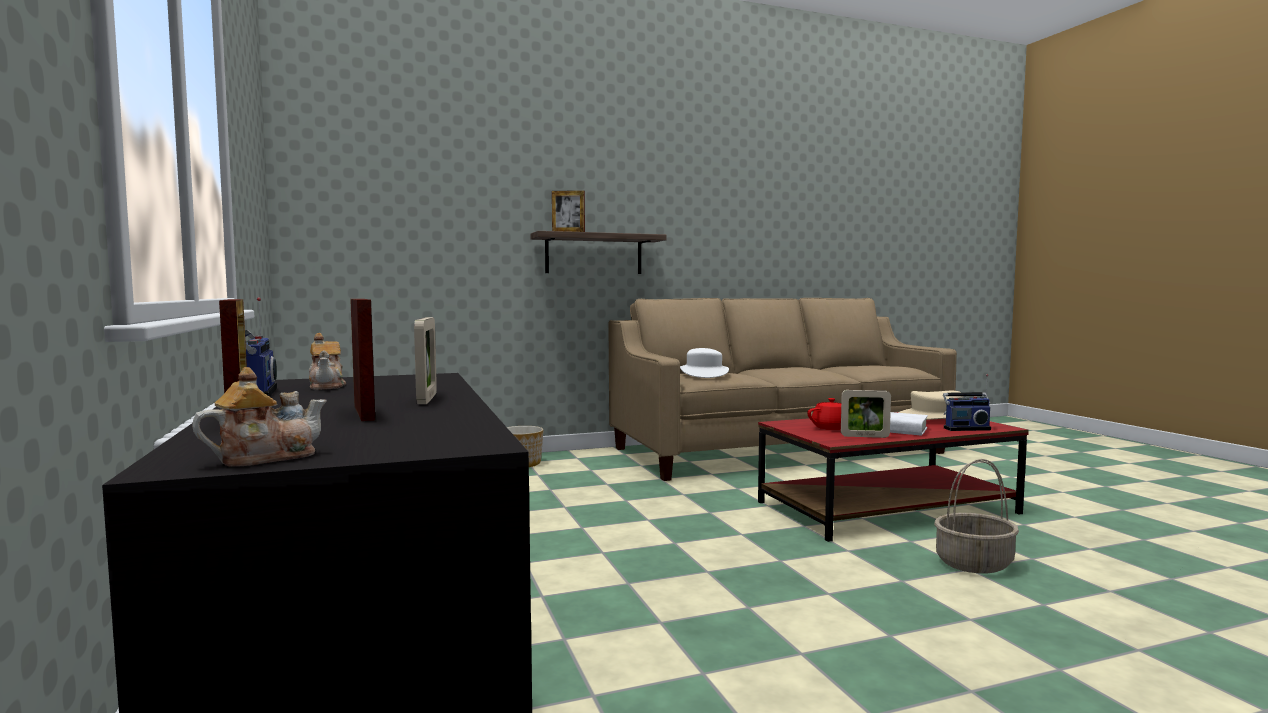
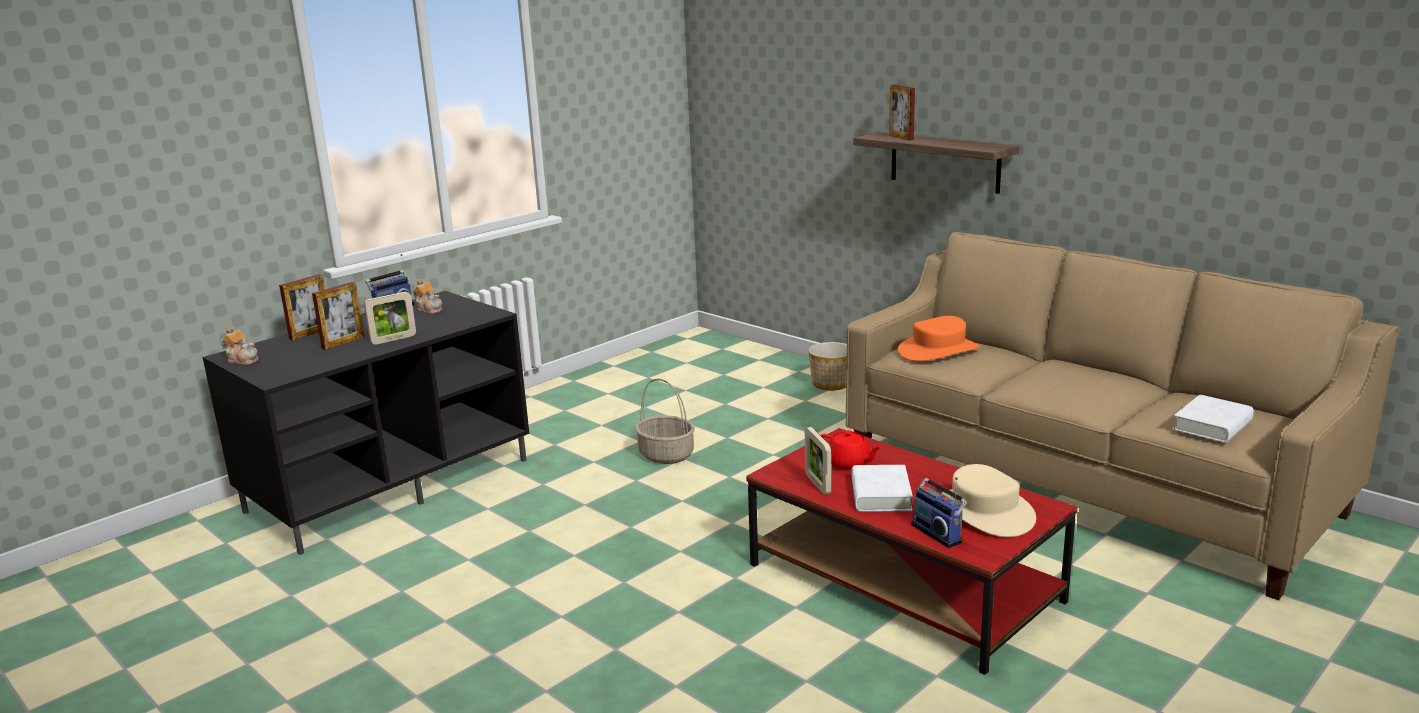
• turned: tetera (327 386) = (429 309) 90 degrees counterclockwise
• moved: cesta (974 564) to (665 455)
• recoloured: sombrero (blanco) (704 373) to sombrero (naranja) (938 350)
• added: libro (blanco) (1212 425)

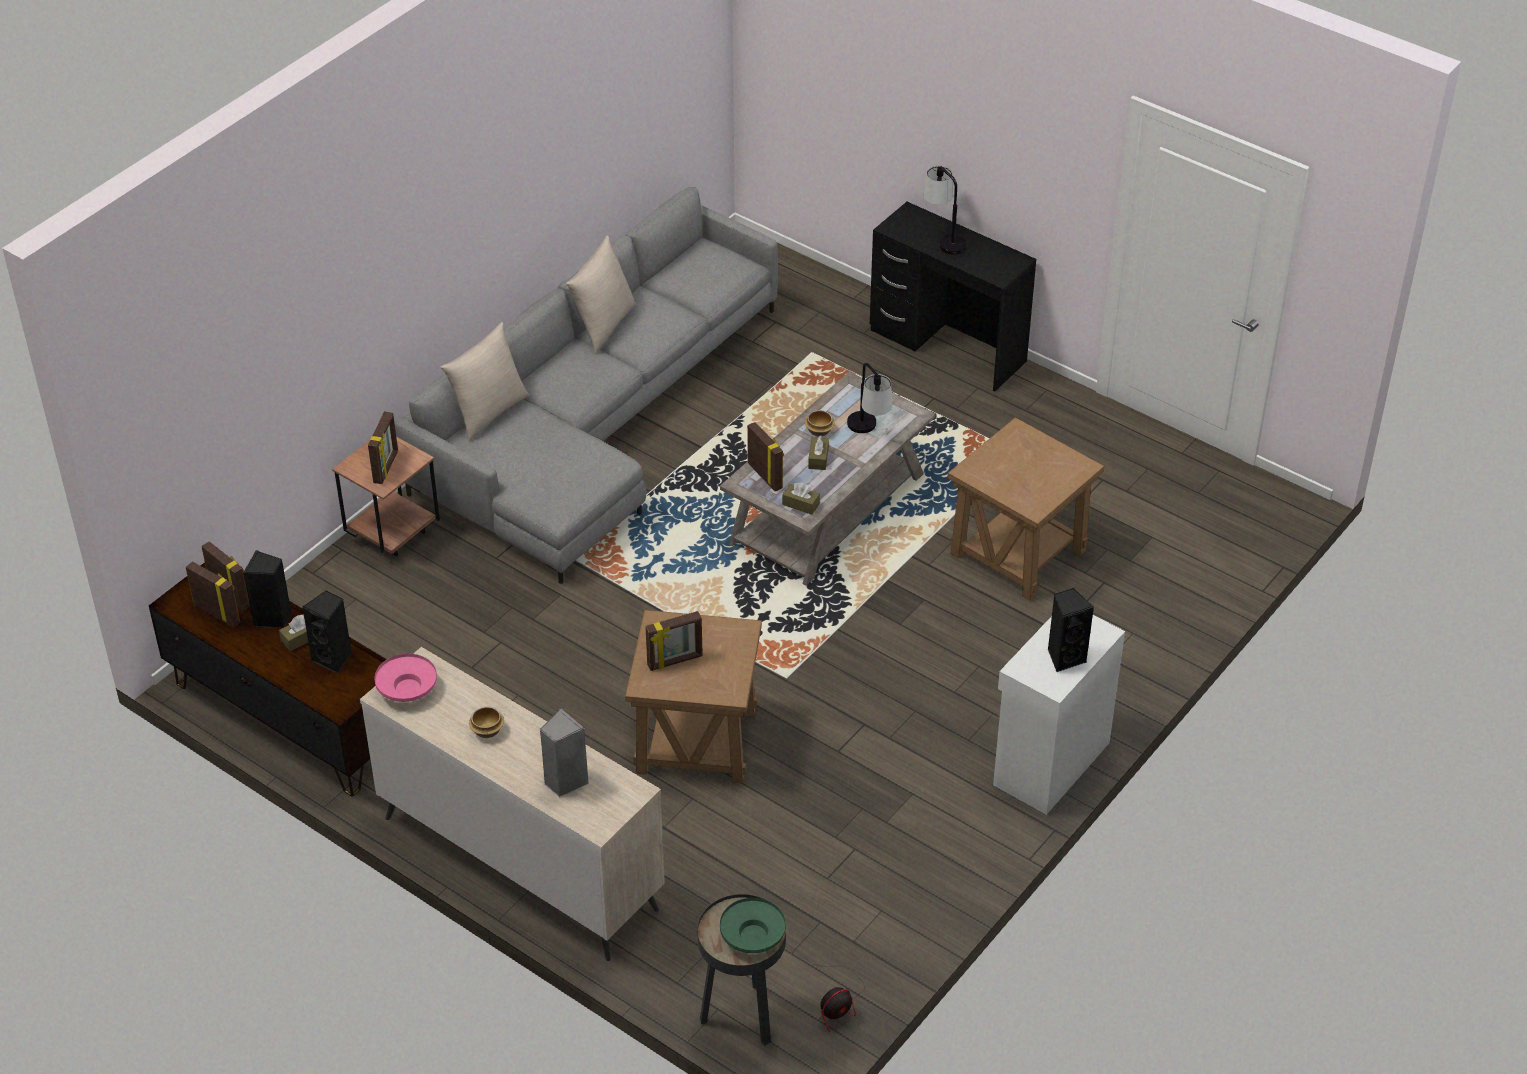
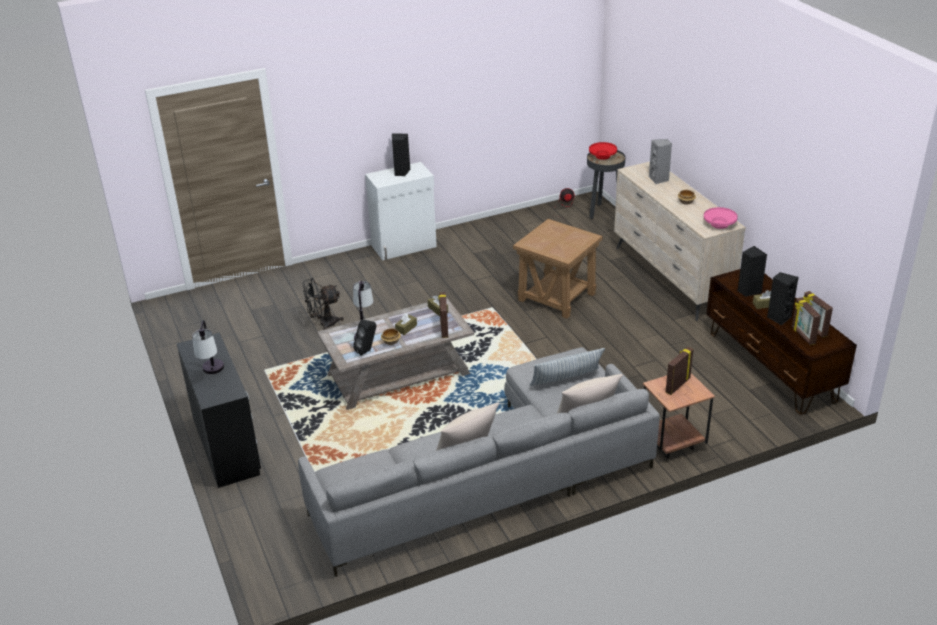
• replaced: mesa auxiliar (marrón) (1017 552) to ventilador (negro) (323 324)
• added: altavoz (negro) (367 351)
• added: cojín (566 380)
• recoloured: cuenco (verde) (752 936) to cuenco (rojo) (602 156)
• removed: portarretratos (675 661)

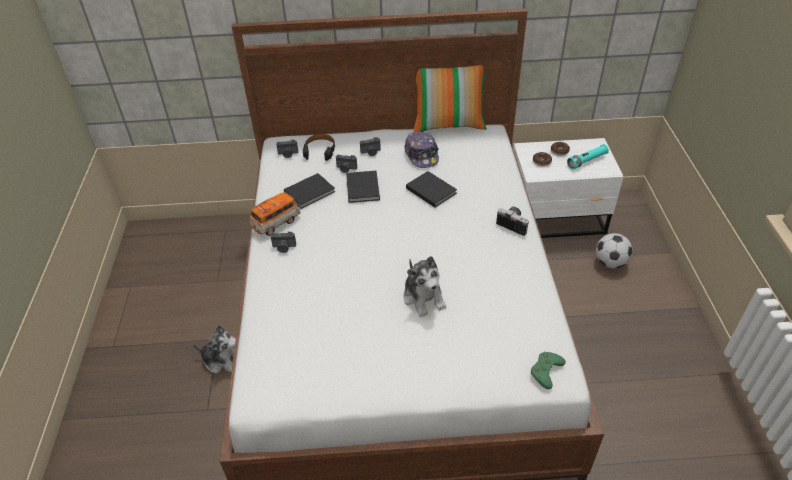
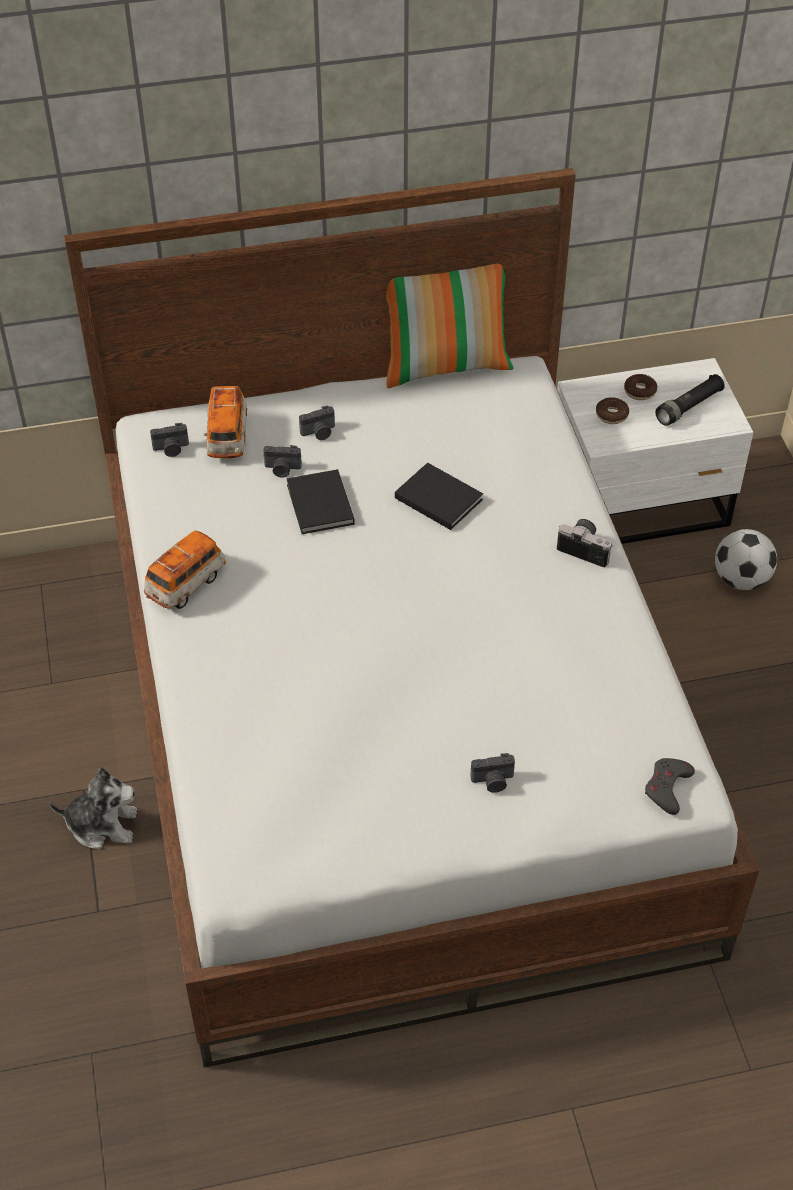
• replaced: auriculares (negro) (320 150) to coche de juguete (227 437)
• moved: cámara (284 247) to (493 781)
• recoloured: mando de consola (verde) (546 371) to mando de consola (gris) (667 788)
• recoloured: linterna (turquesa) (587 161) to linterna (negro) (689 407)
• removed: libro (negro) (311 192)
• removed: peluche (424 297)
• removed: gorra (422 155)

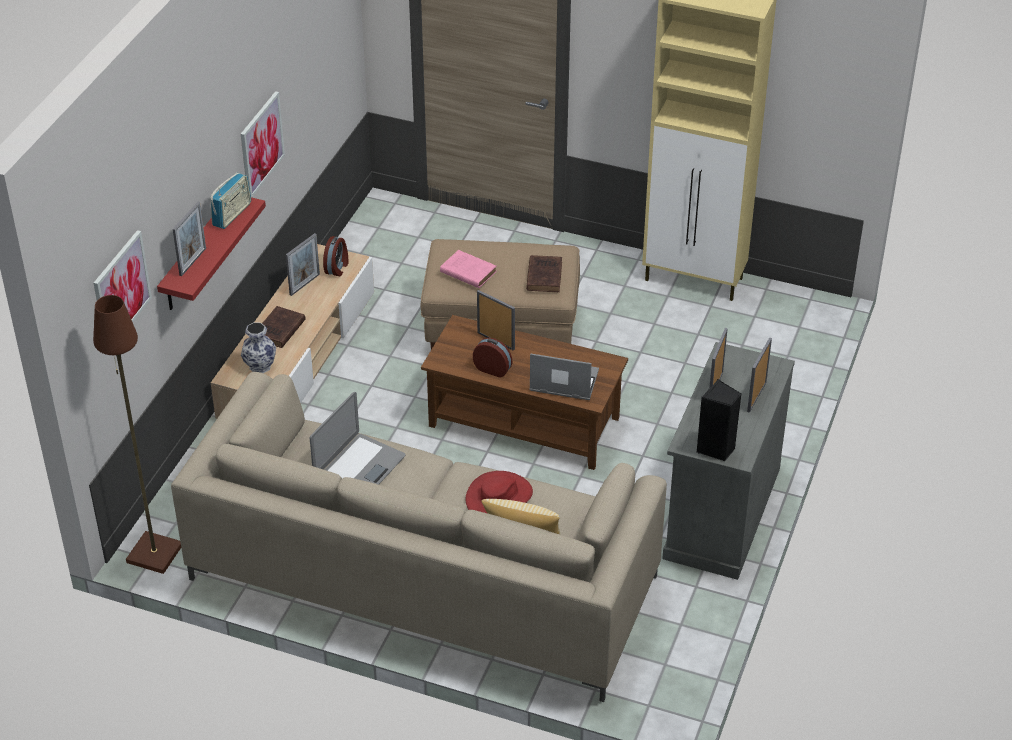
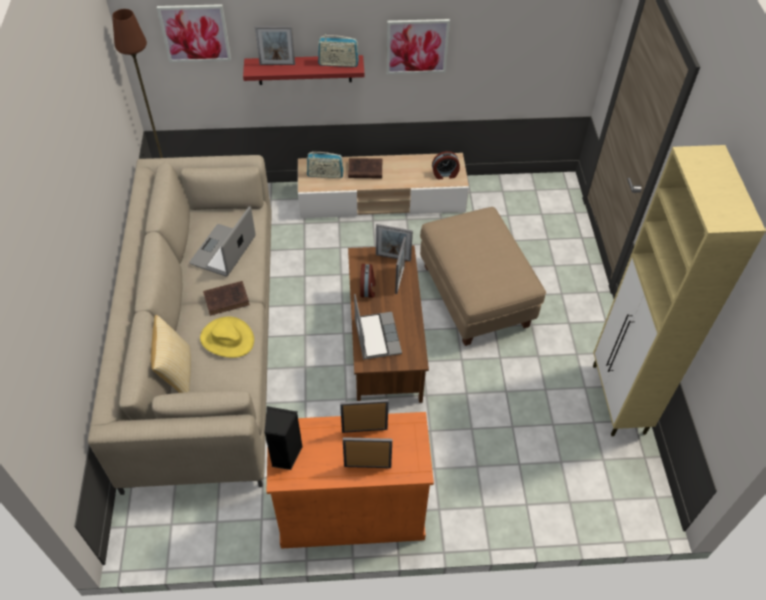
• turned: portátil (359 468) = (224 251) 105 degrees clockwise
• recoloured: sombrero (rojo) (499 497) to sombrero (amarillo) (227 339)
• moved: libro (marrón) (544 275) to (228 299)
• recoloured: armario (gris) (721 512) to armario (naranja) (351 511)
• replaced: florero (260 366) to radio (325 174)
• moved: portarretratos (304 284) to (393 257)
• removed: libro (rosa) (467 271)

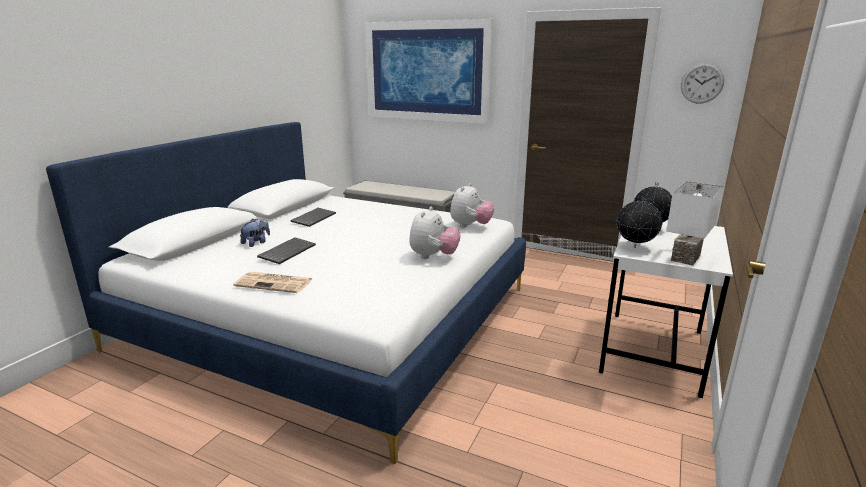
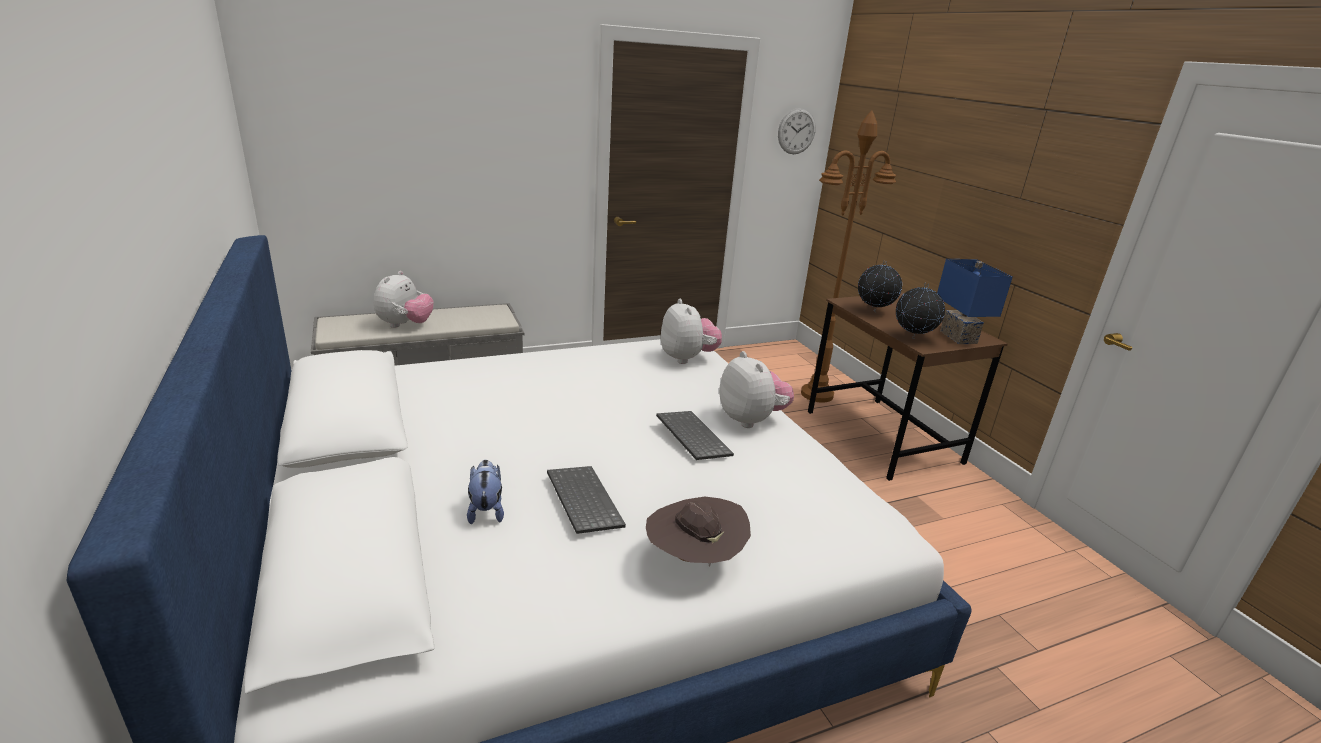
• added: peluche (405 325)
• replaced: periódico (275 283) to sombrero (marrón) (693 560)
• moved: teclado (313 218) to (691 436)
• added: lámpara de pie (marrón) (816 395)
• recoloured: escritorio (blanco) (653 352) to escritorio (marrón) (883 437)
• recoloured: lámpara de mesa (blanco) (687 258) to lámpara de mesa (azul) (960 337)
• removed: cuadro (427 71)

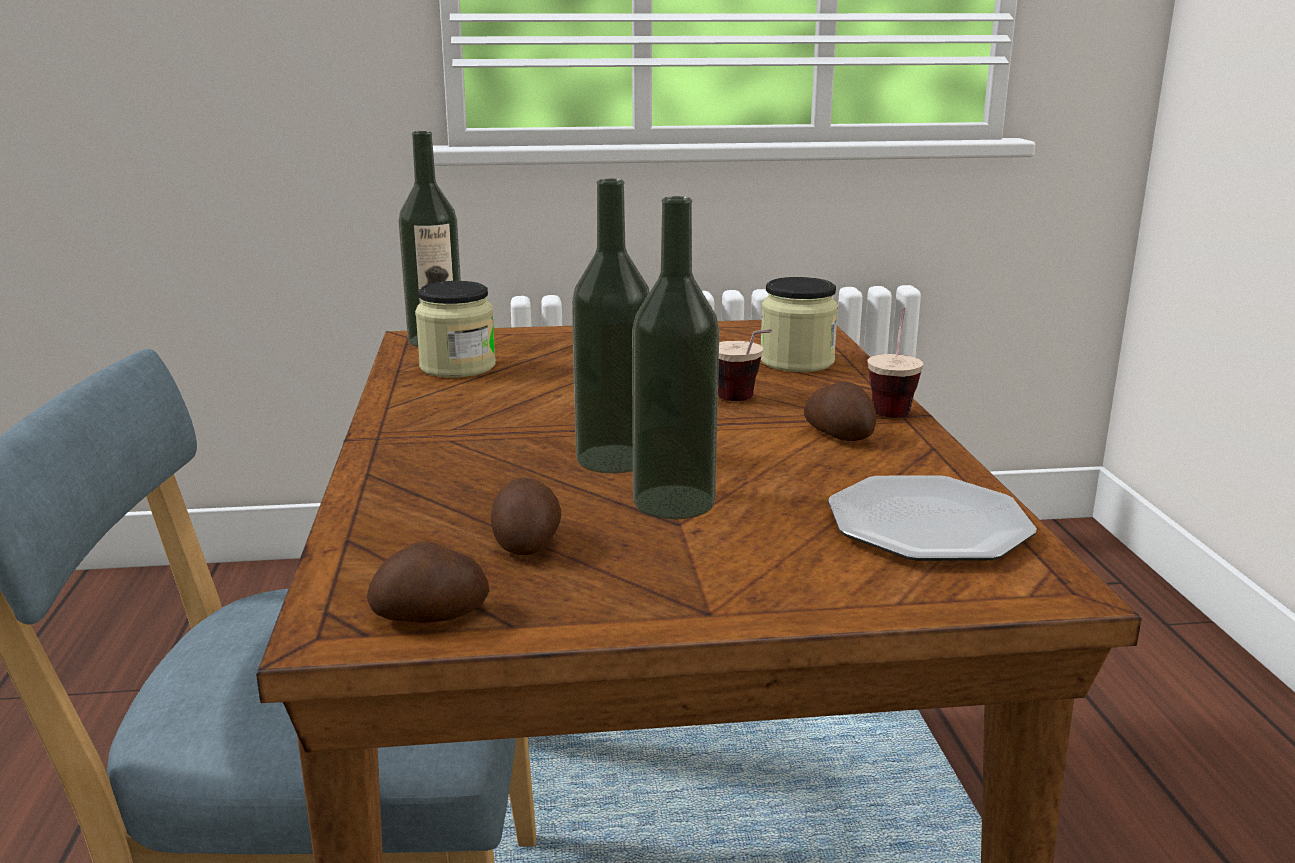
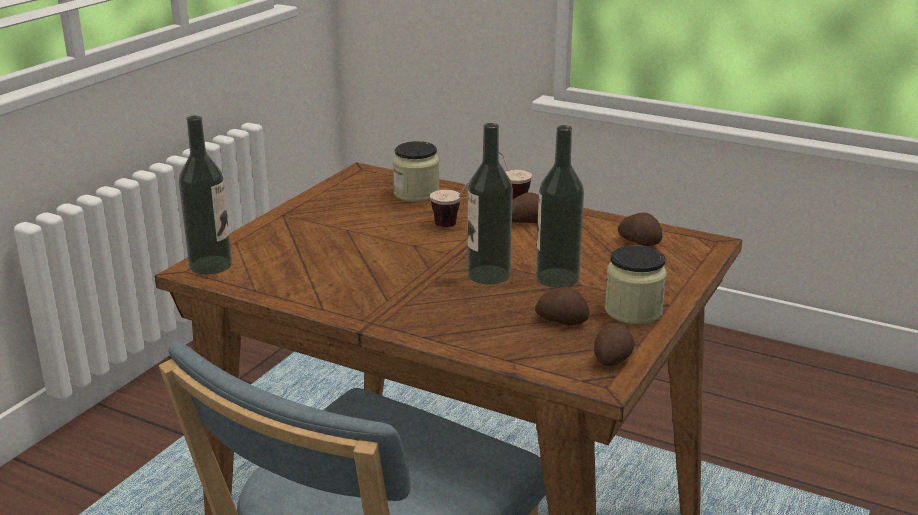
• moved: tarro (458 367) to (633 311)
• replaced: plato (927 526) to patata (640 241)

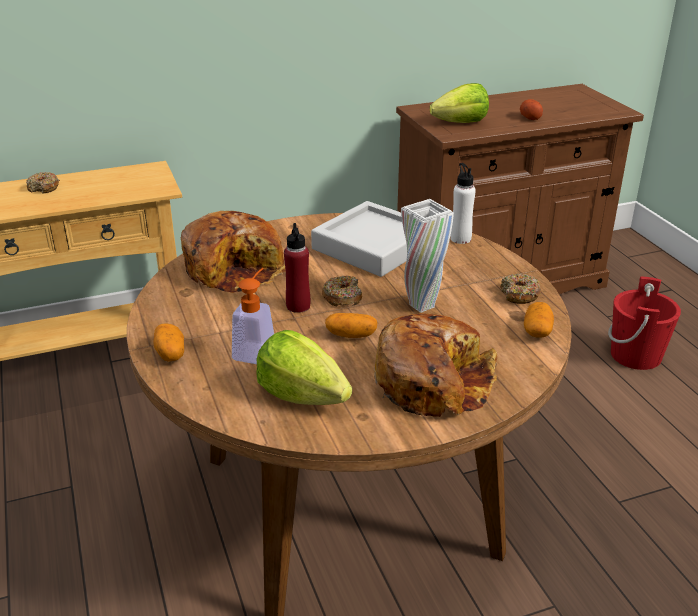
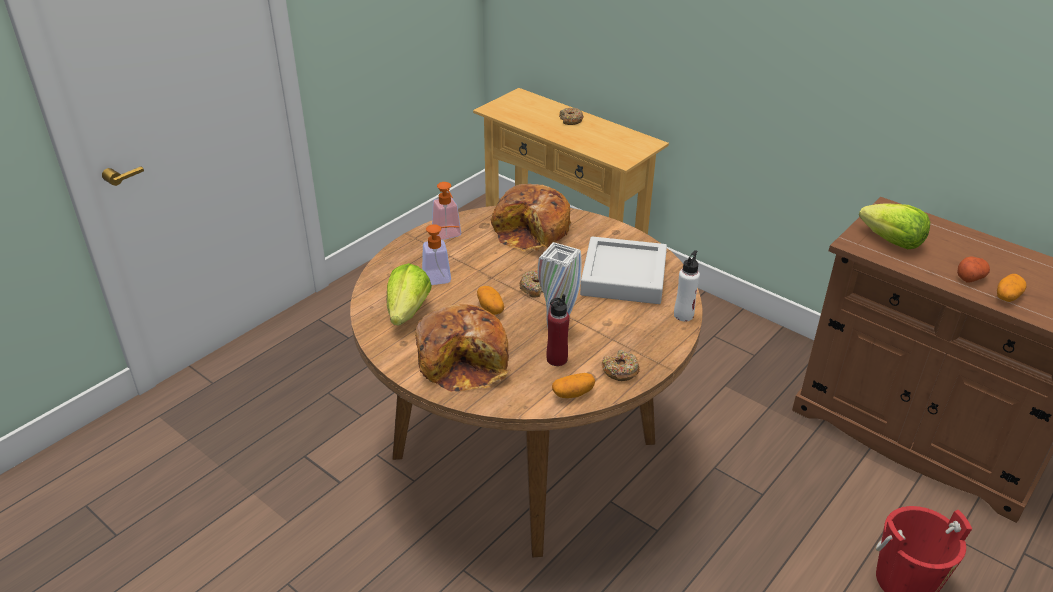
• added: dispensador de jabón (448 236)
• moved: botella (rojo) (298 306) to (556 359)
• moved: patata (170 353) to (1007 296)

